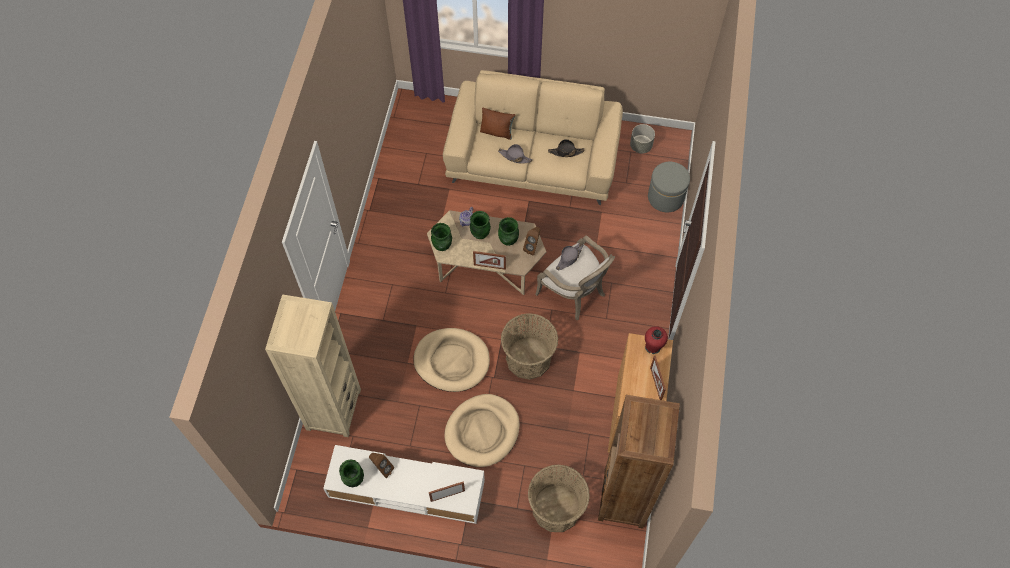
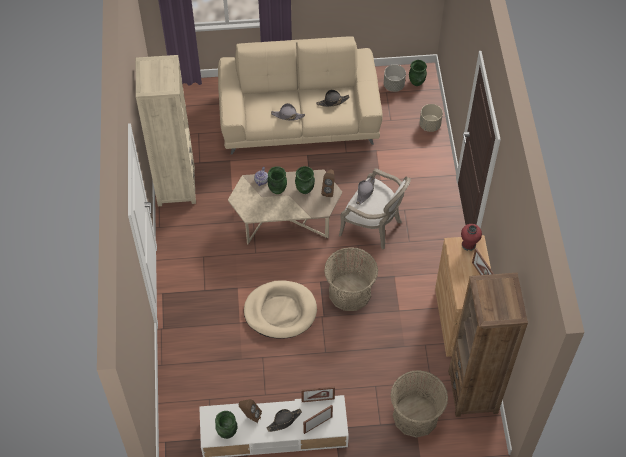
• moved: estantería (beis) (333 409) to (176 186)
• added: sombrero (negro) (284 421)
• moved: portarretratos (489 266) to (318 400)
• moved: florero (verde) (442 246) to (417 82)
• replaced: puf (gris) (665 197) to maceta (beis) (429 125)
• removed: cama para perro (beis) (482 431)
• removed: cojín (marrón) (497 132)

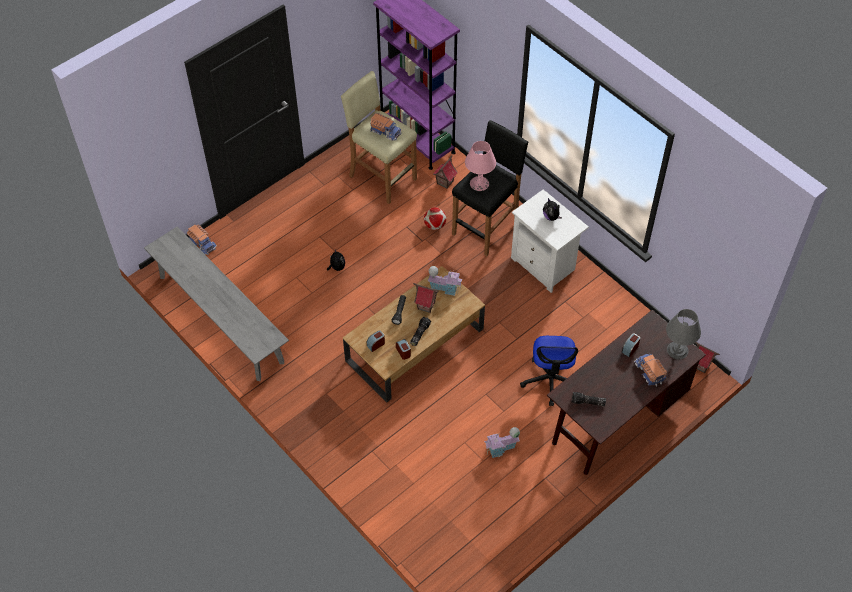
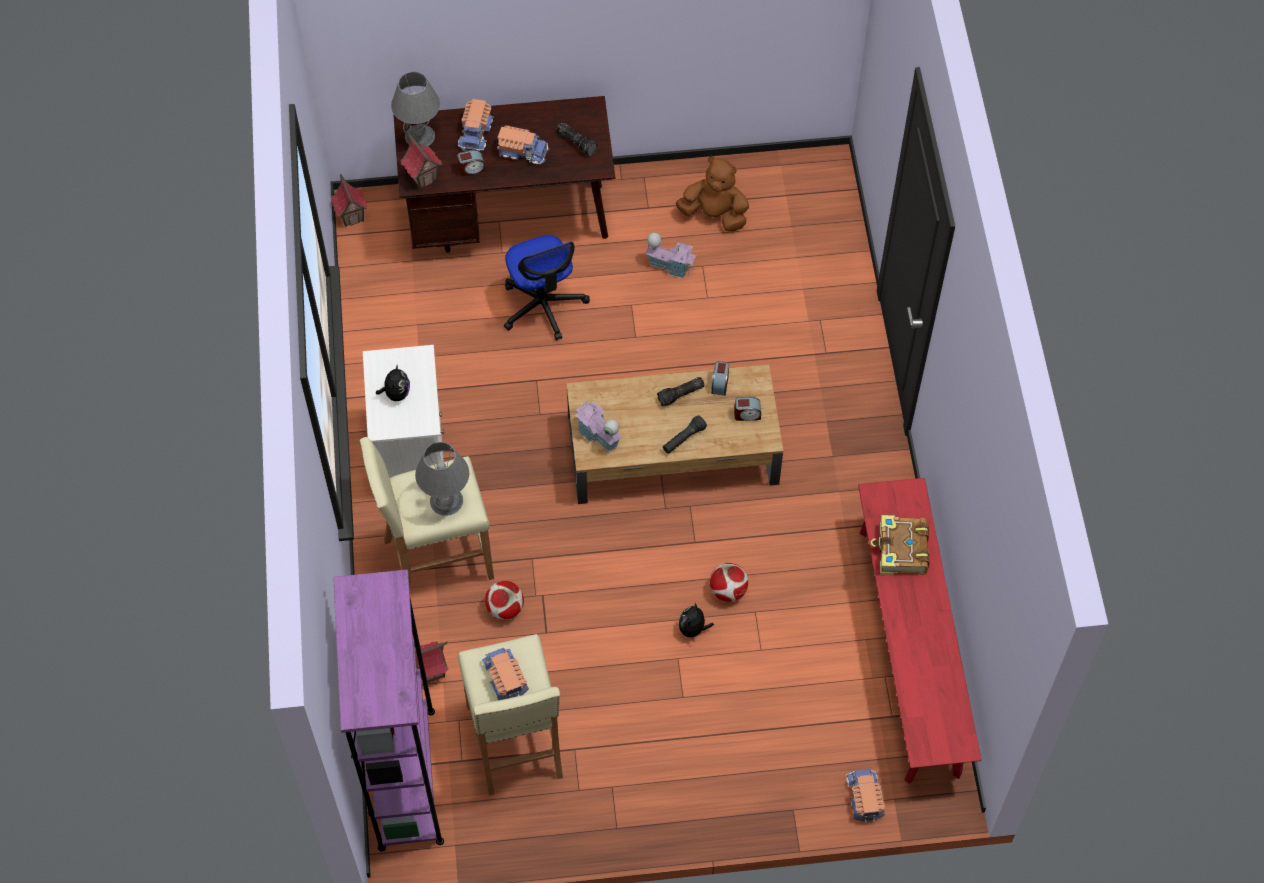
• recoloured: taburete (negro) (486 227) to taburete (beis) (437 558)
• moved: casita (426 306) to (423 177)
• recoloured: lámpara de mesa (rosa) (479 183) to lámpara de mesa (gris) (446 500)
• added: camión de juguete (523 151)
• turned: silla de oficina (550 380) = (543 305) 120 degrees clockwise
• added: peluche (marrón) (714 214)
• added: balón de fútbol (728 590)
• recoloured: banco (gris) (220 319) to banco (rojo) (909 650)
• added: libro (901 551)

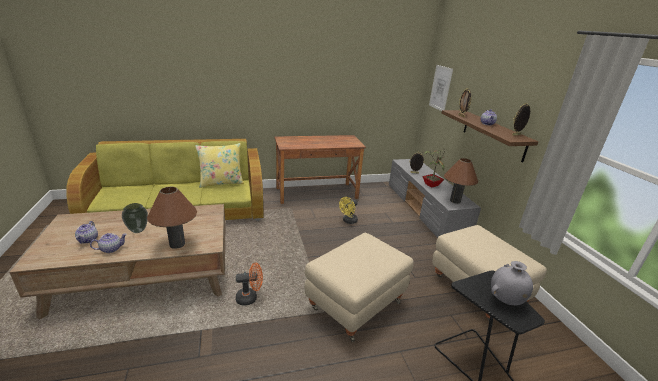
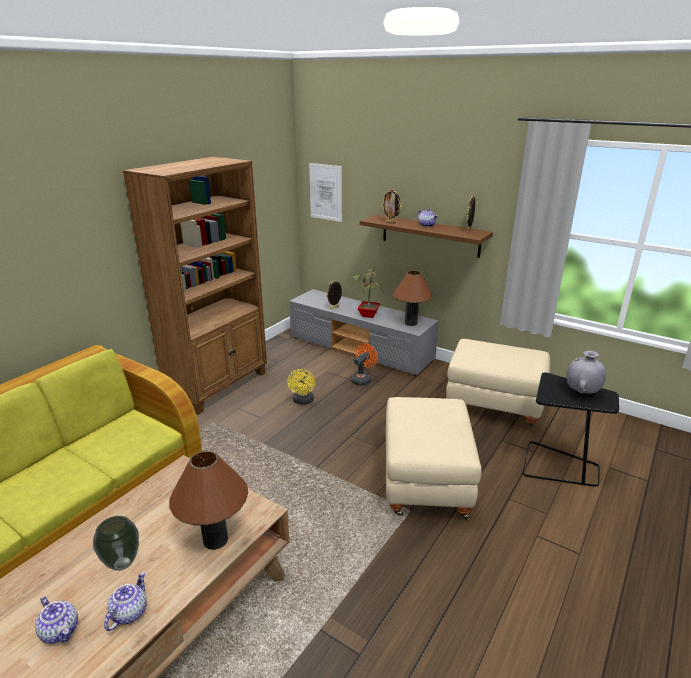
• replaced: escritorio (marrón) (316 193) to estantería (marrón) (219 385)
• moved: ventilador (naranja) (250 298) to (362 379)
• removed: cojín (amarillo) (221 183)

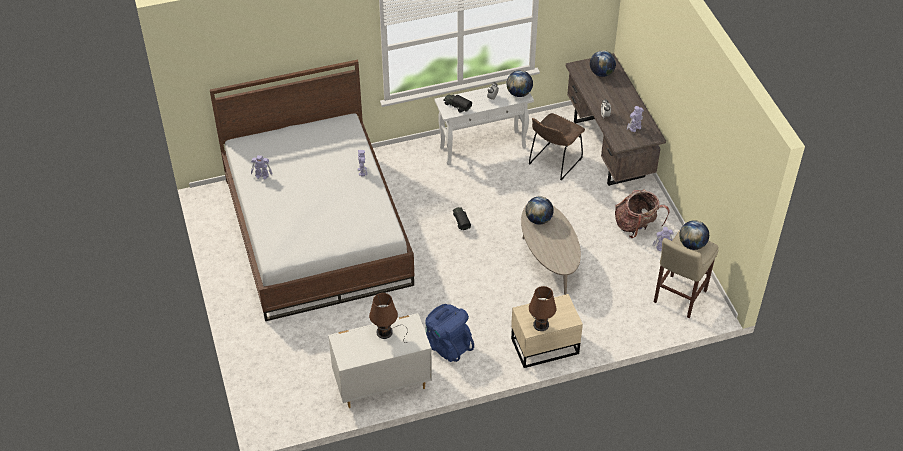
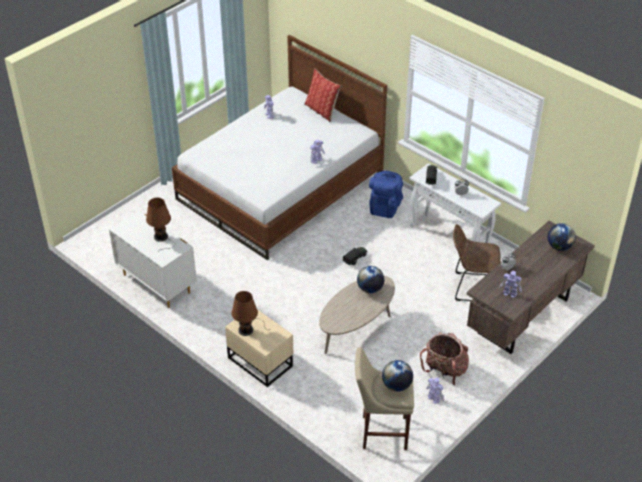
• added: cojín (322 110)
• moved: mochila (azul) (447 345) to (385 207)
• removed: globo terráqueo (519 93)

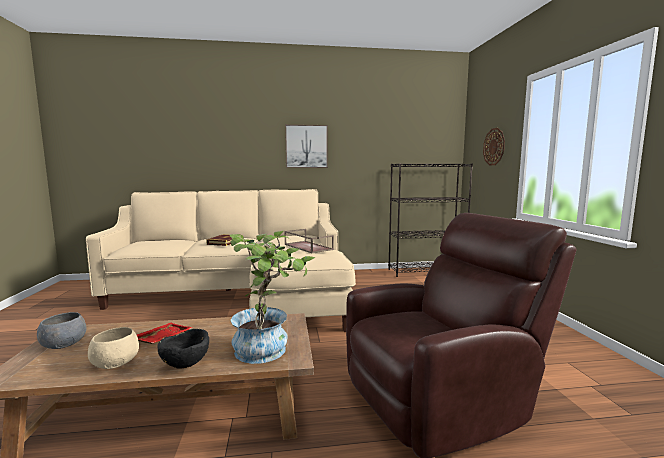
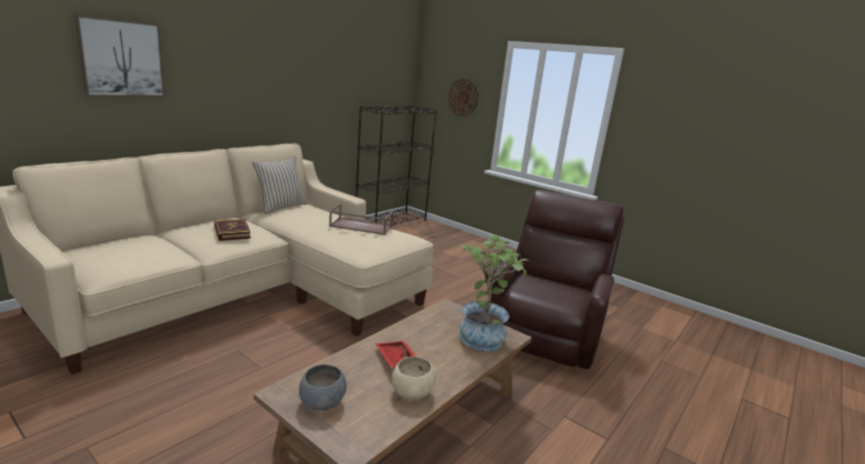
• moved: cuadro (306 146) to (122 58)
• added: cojín (beis) (281 207)
• removed: cuenco (negro) (185 366)

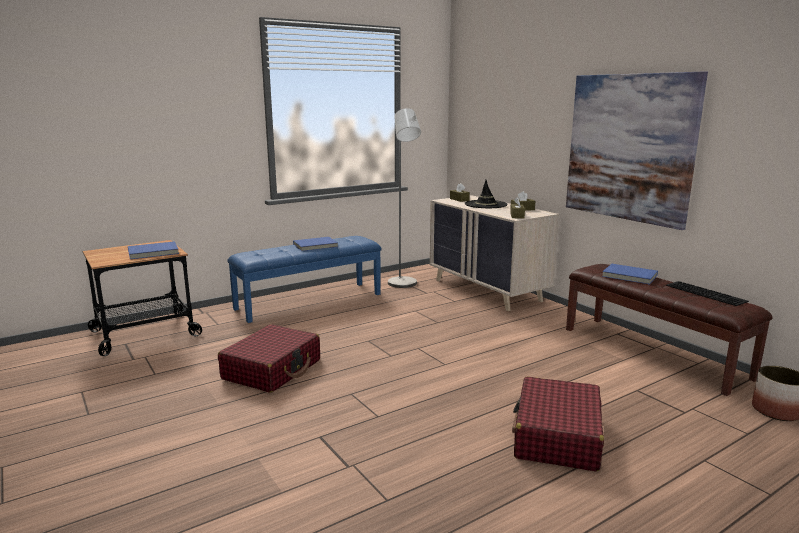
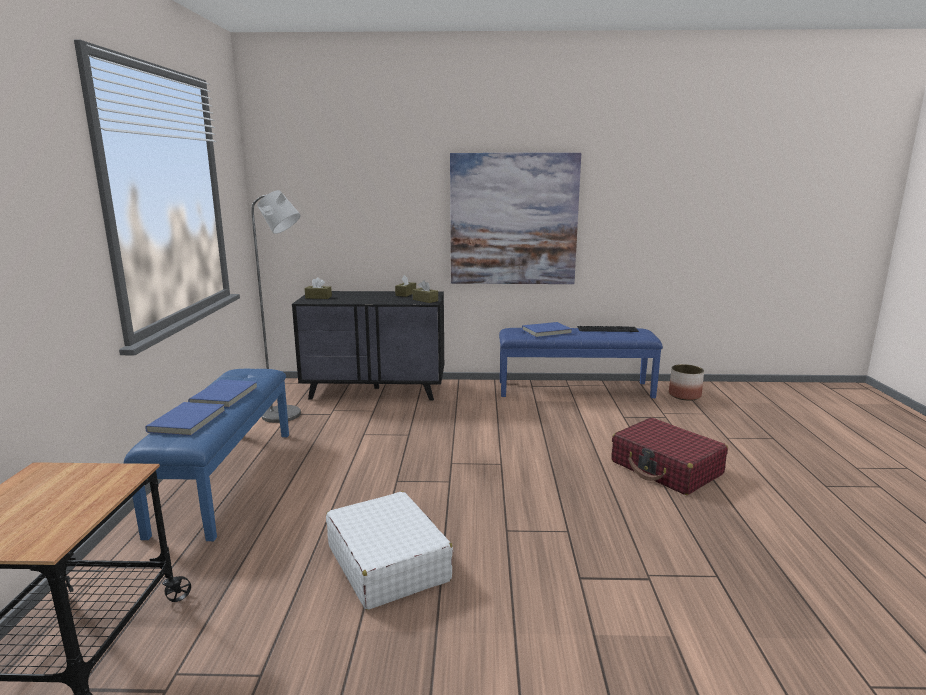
• moved: libro (azul) (153 252) to (188 421)
• recoloured: cómoda (beis) (487 290) to cómoda (negro) (376 390)
• recoloured: maleta (rojo) (272 369) to maleta (blanco) (388 562)
• recoloured: banco (marrón) (653 352) to banco (azul) (575 389)
• removed: sombrero (negro) (485 204)

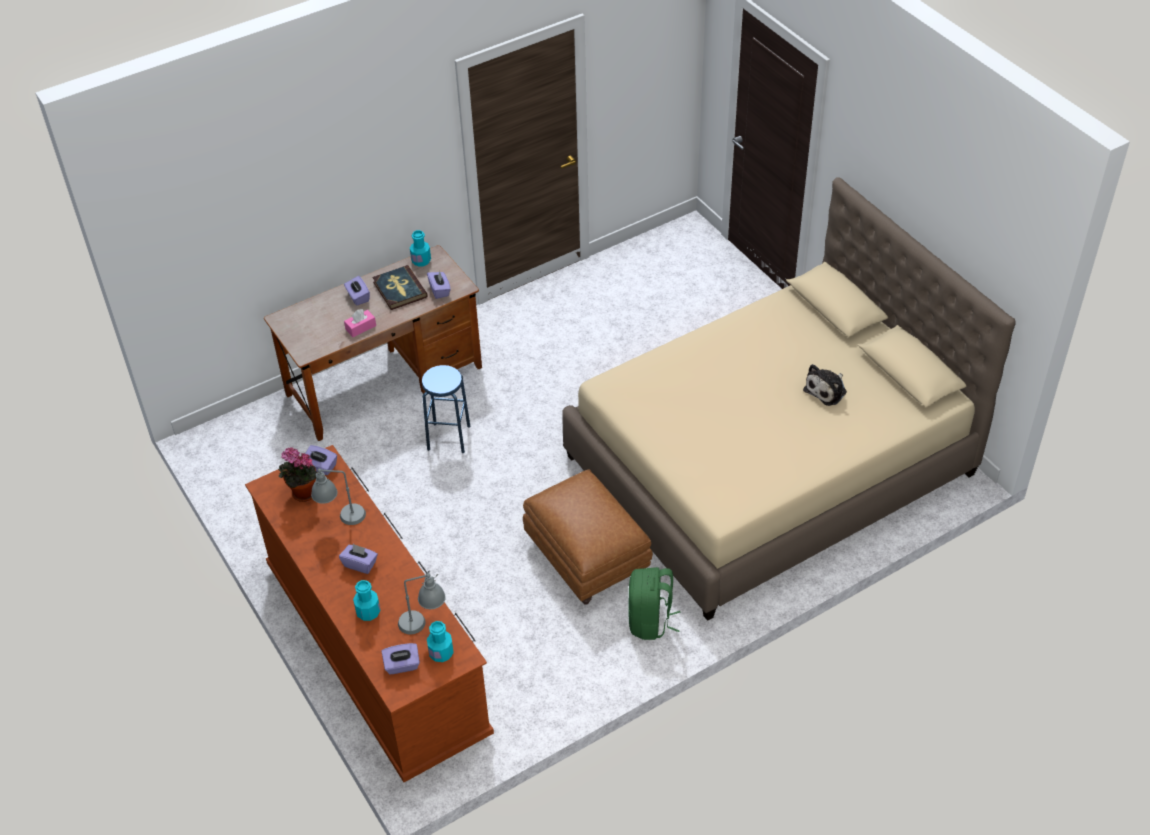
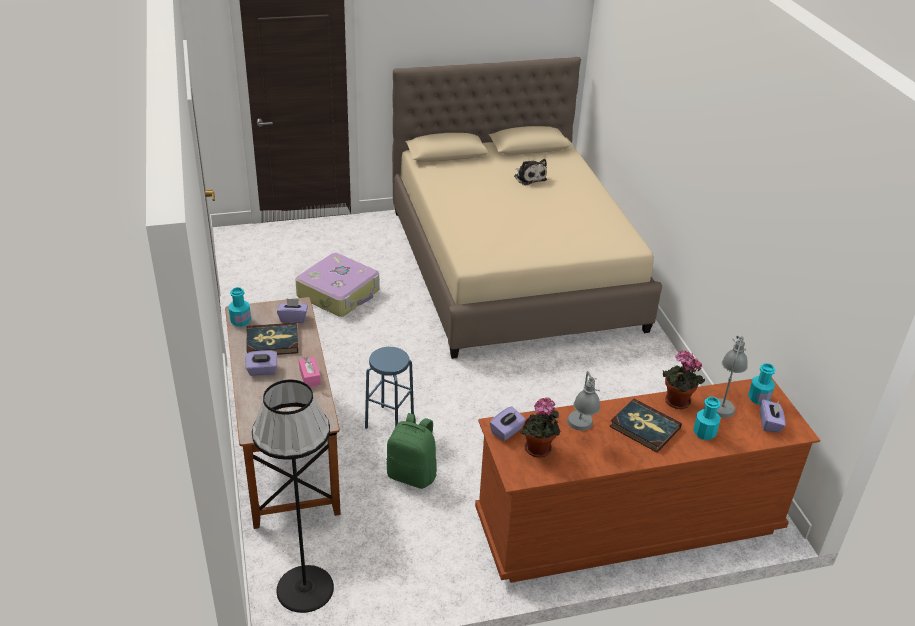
• added: lámpara de pie (negro) (305 588)
• added: maleta (339 294)
• moved: mochila (verde) (650 621) to (412 475)
• replaced: caja de pañuelos (morado) (360 564) to libro (644 427)
• added: planta en maceta (675 402)
• removed: puf (marrón) (588 559)

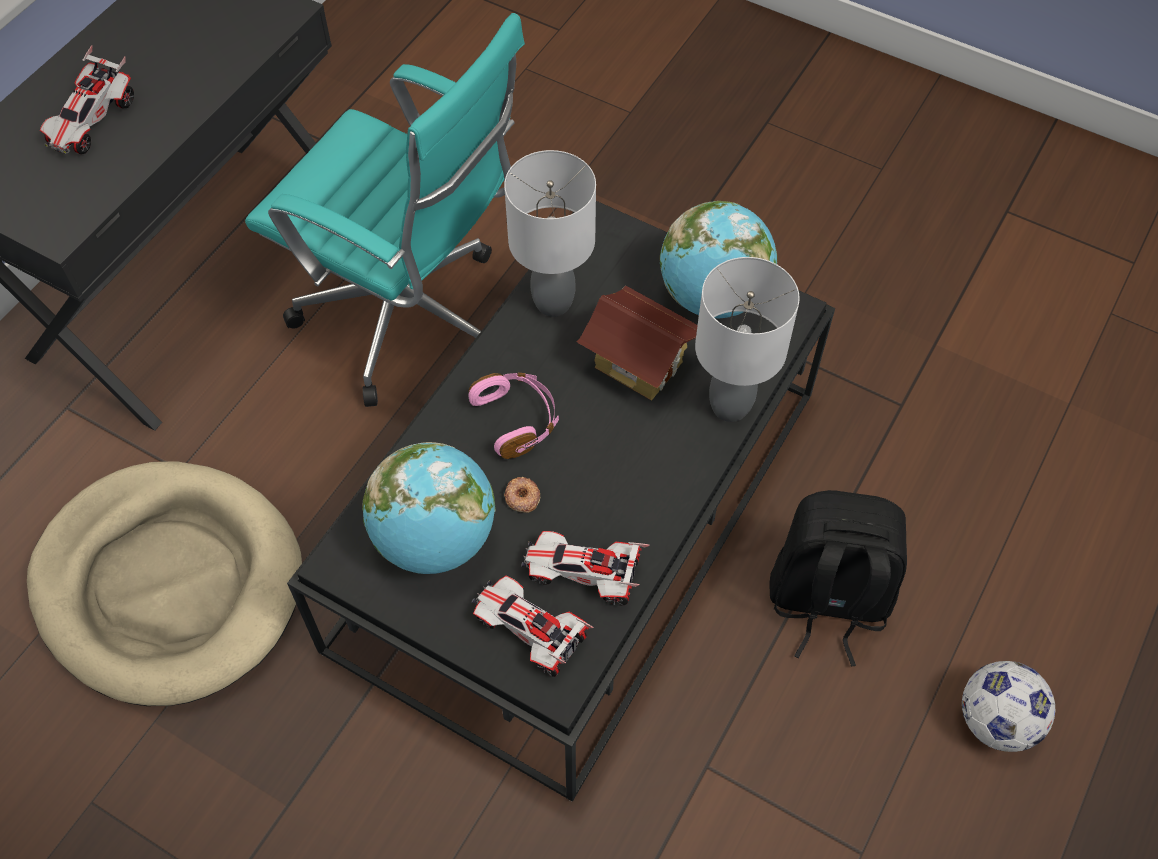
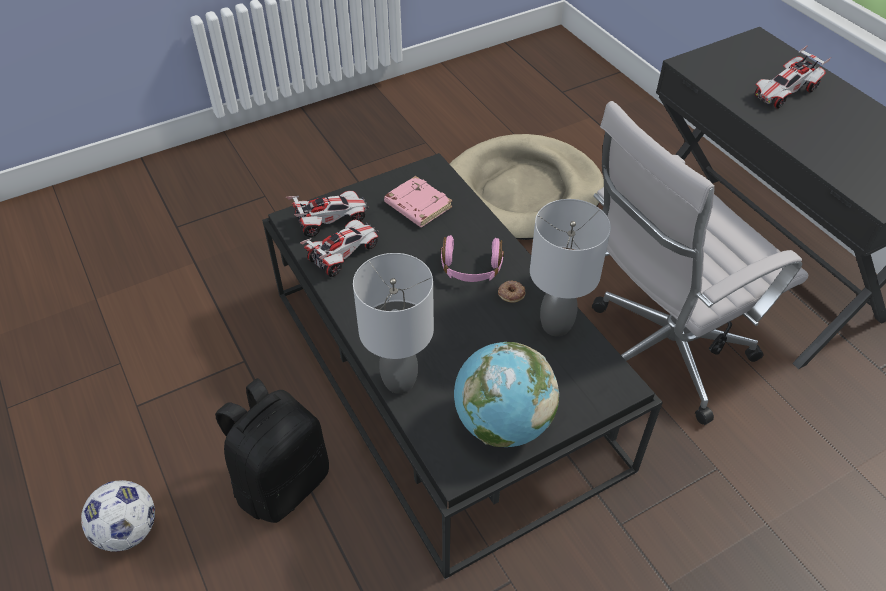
• replaced: globo terráqueo (435 539) to libro (rosa) (417 206)
• moved: rosquilla (522 497) to (511 293)
• recoloured: silla de oficina (turquesa) (412 320) to silla de oficina (blanco) (659 355)
• turned: coche de juguete (93 122) = (784 93) 90 degrees counterclockwise
• removed: casita (638 364)

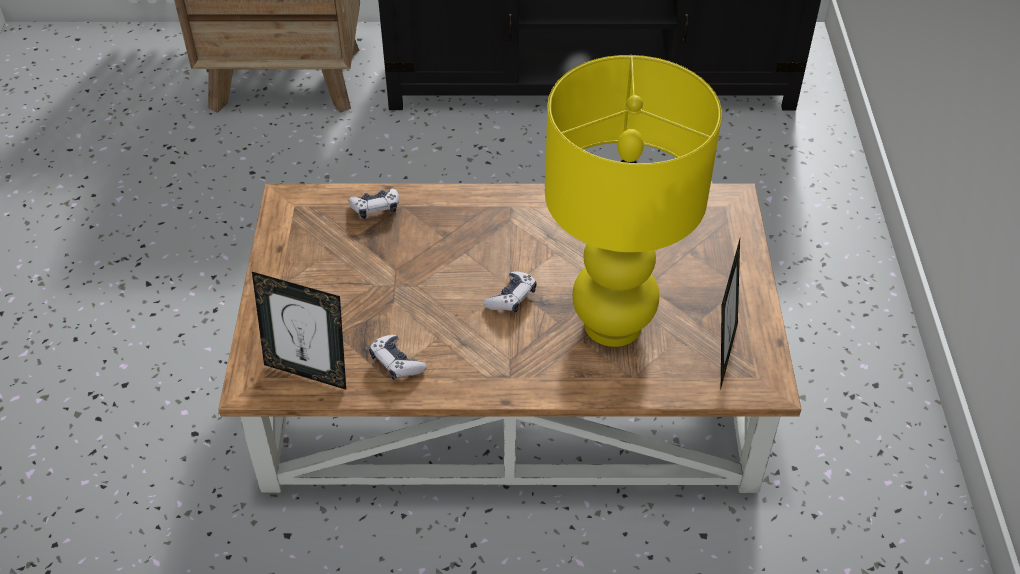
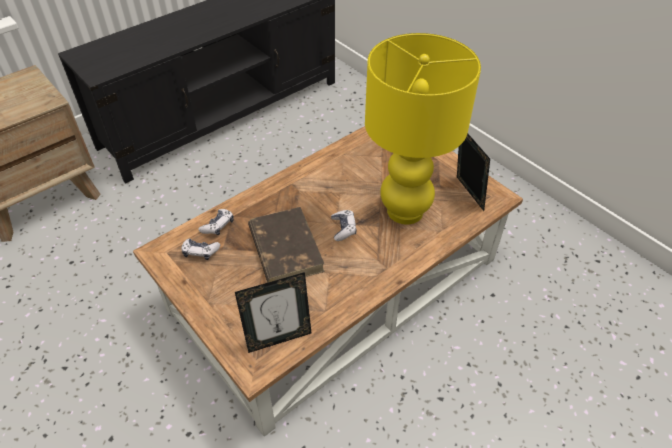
• moved: mando de consola (396 363) to (200 252)
• added: libro (marrón) (285 248)

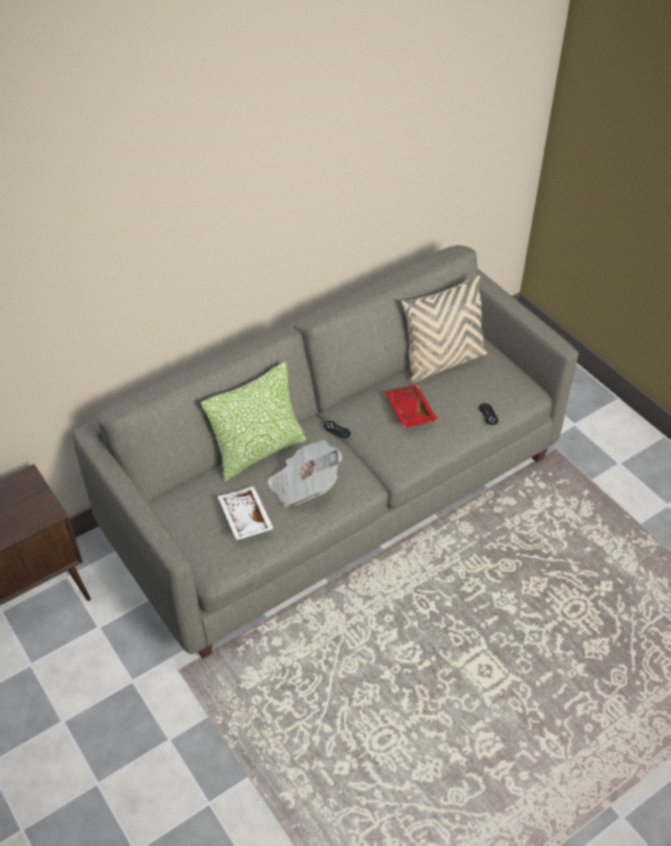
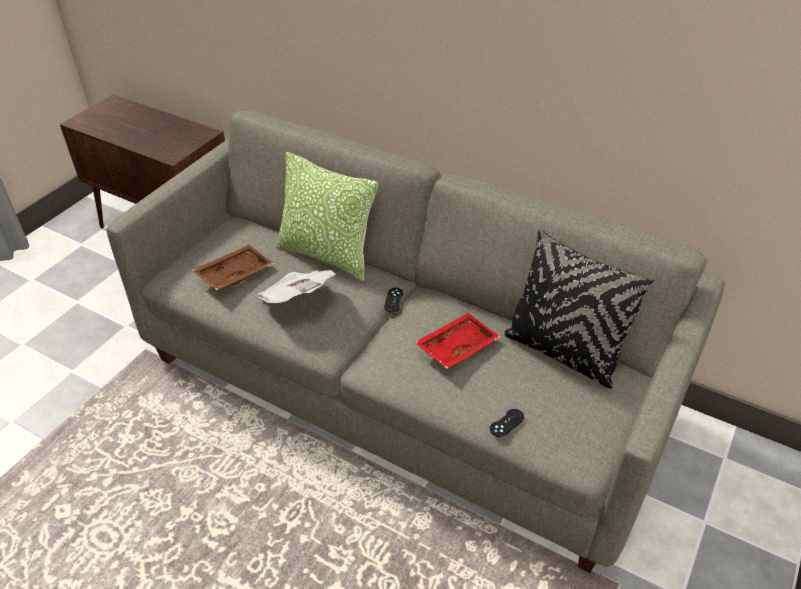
• recoloured: bandeja (blanco) (244 519) to bandeja (marrón) (234 274)
• recoloured: cojín (beis) (443 362) to cojín (negro) (562 352)

